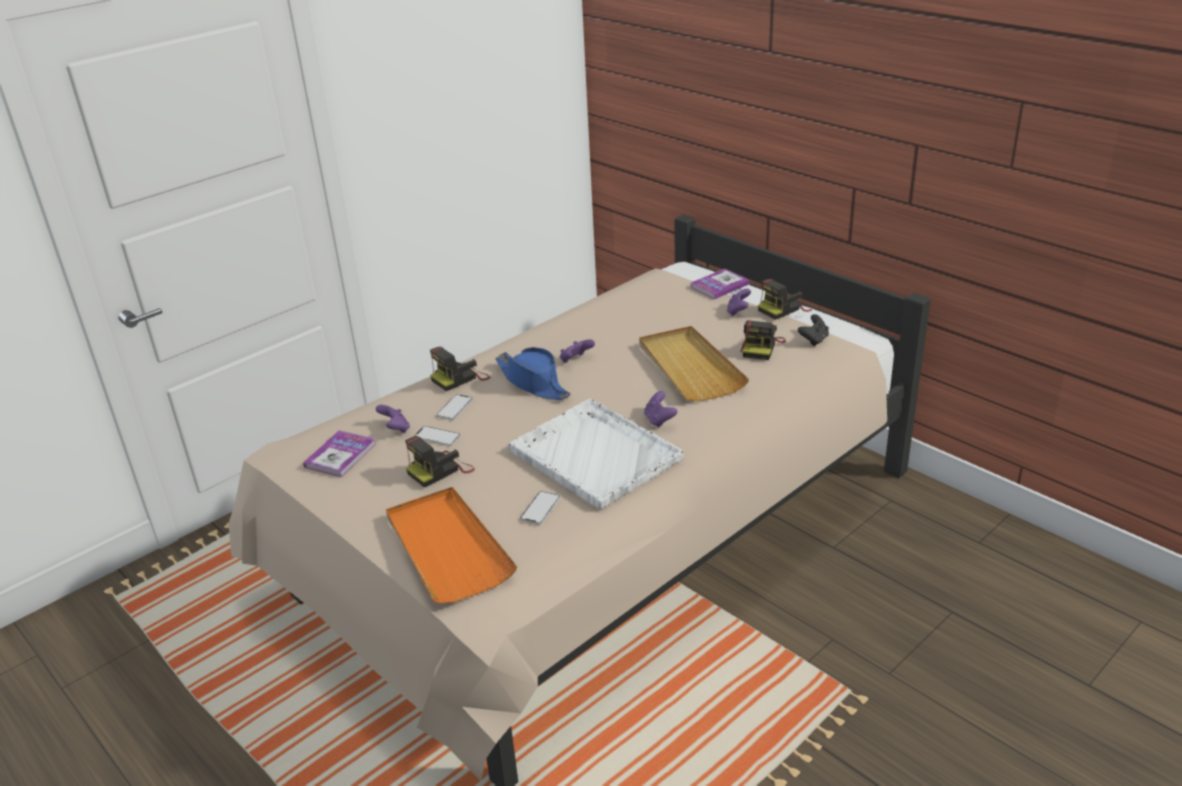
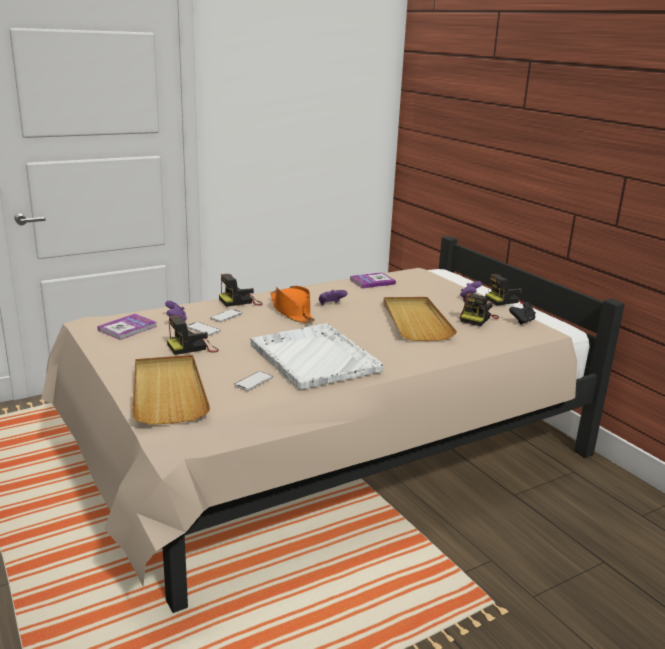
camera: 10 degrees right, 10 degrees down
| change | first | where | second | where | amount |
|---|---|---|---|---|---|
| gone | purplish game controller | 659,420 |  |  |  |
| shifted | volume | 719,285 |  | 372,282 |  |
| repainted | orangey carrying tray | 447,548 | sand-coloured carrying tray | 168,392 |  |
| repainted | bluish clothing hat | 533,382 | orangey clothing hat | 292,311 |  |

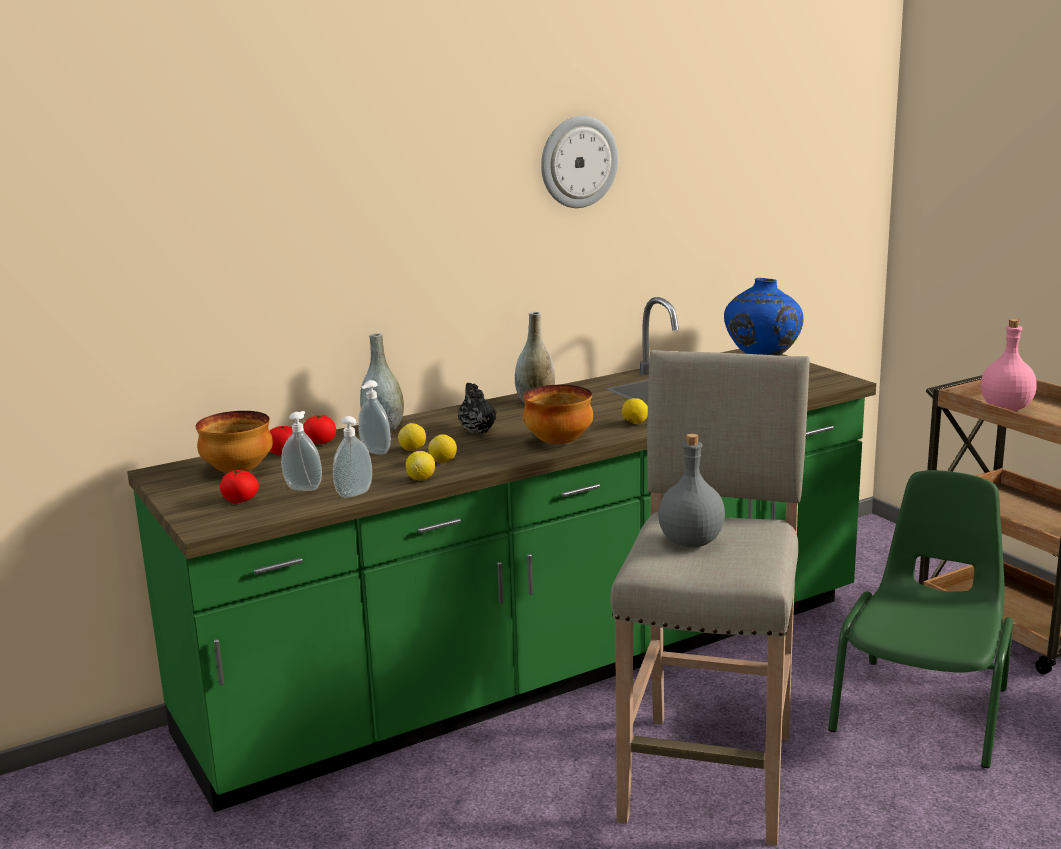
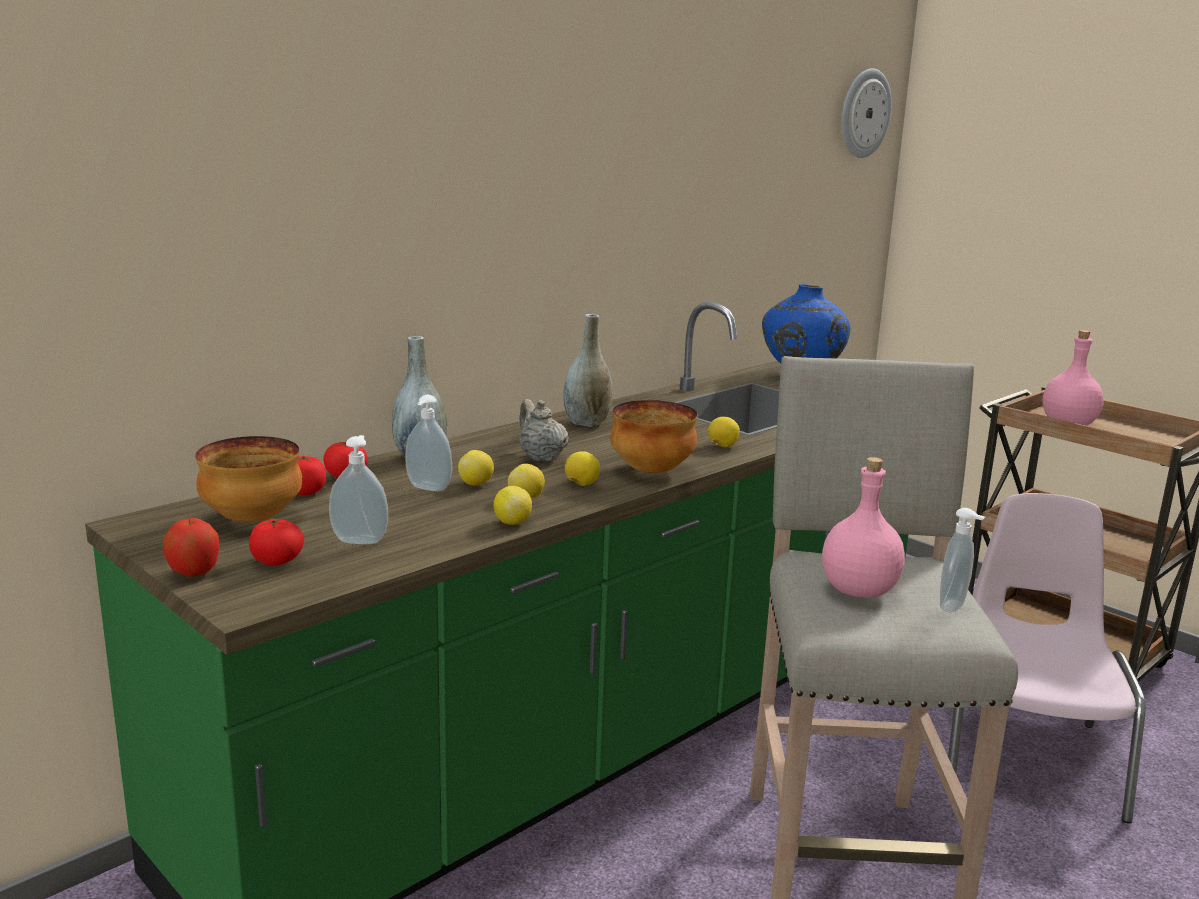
camera: 15 degrees left, 0 degrees up
| change | first | where | second | where | amount |
|---|---|---|---|---|---|
| new |  |  | apple fruit | 194,572 |  |
| new |  |  | whole lemon | 581,484 |  |
| shifted | soap bottle | 355,495 |  | 954,606 |  |
| shifted | wall clock | 578,162 |  | 864,113 |  |
| repainted | black-coloured teapot | 477,430 | sand-coloured teapot | 540,457 |  |
| repainted | grey beverage bottle | 690,542 | pink beverage bottle | 858,591 |  |
| repainted | green-coloured chair | 923,709 | pink chair | 1026,756 |  |

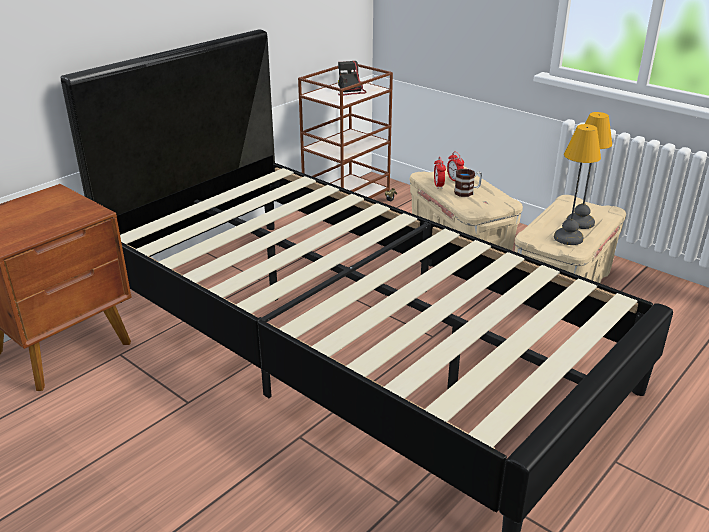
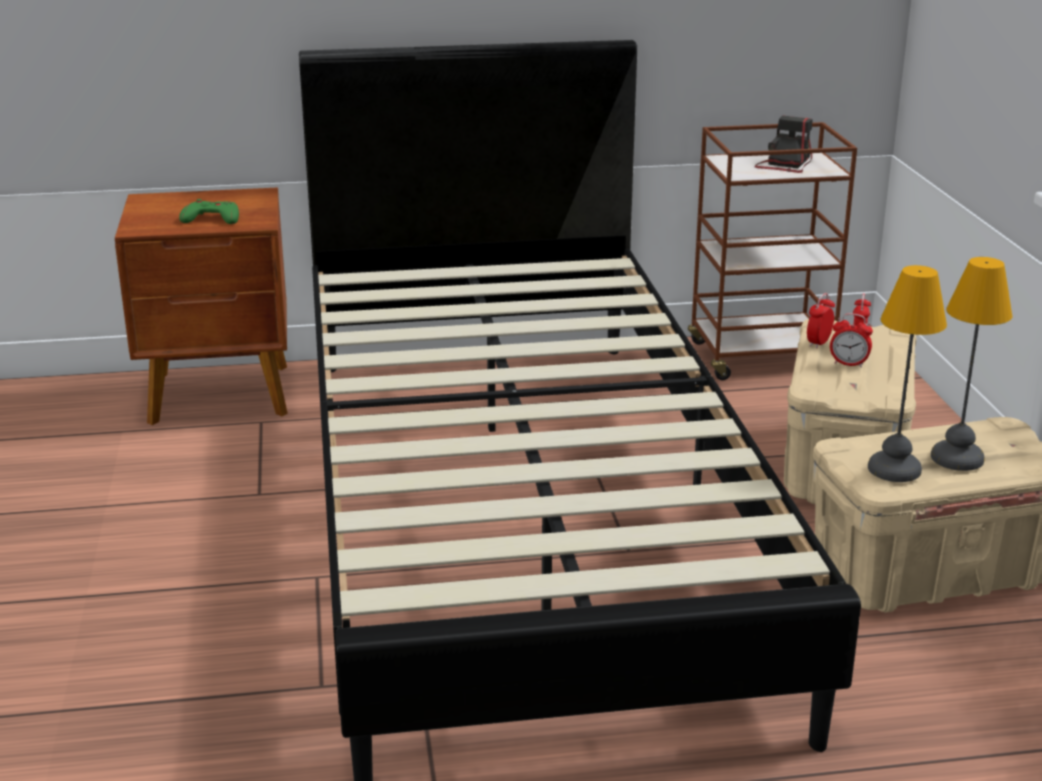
camera: 40 degrees right, 5 degrees down
| change | first | where | second | where | amount |
|---|---|---|---|---|---|
| new |  |  | green-coloured game controller | 211,219 |  |
| swapped | tea mug | 467,192 | bedside clock | 848,364 |  |

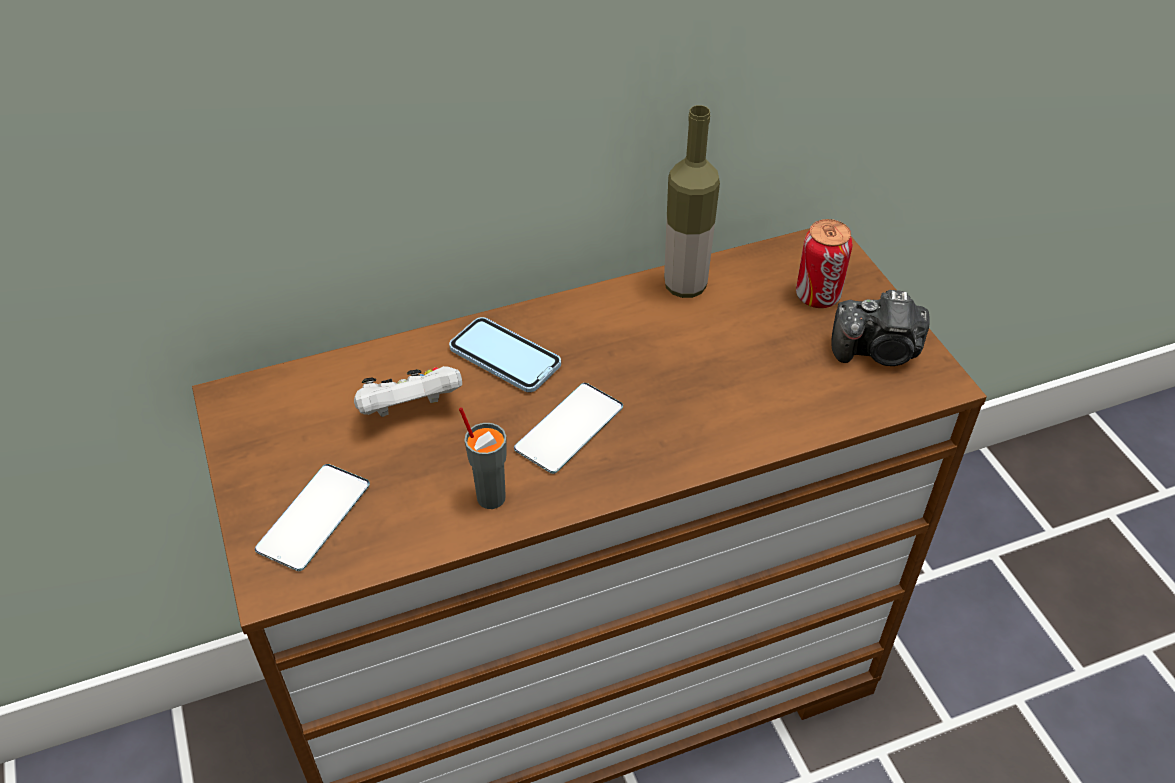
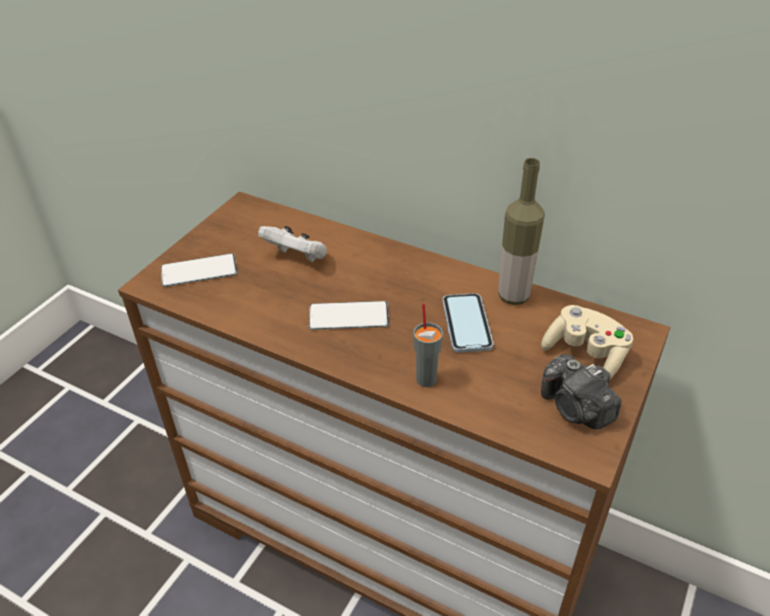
camera: 50 degrees right, 5 degrees down
| change | first | where | second | where | amount |
|---|---|---|---|---|---|
| shifted | telephone | 505,357 |  | 466,324 |  |
| shifted | grey small cup | 490,497 |  | 426,379 |  |
| swapped | metal can | 817,296 | sand-coloured game controller | 585,354 |  |

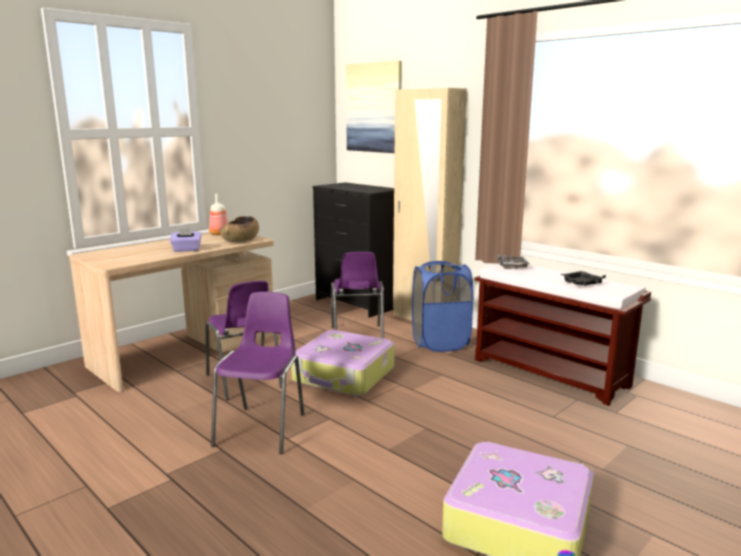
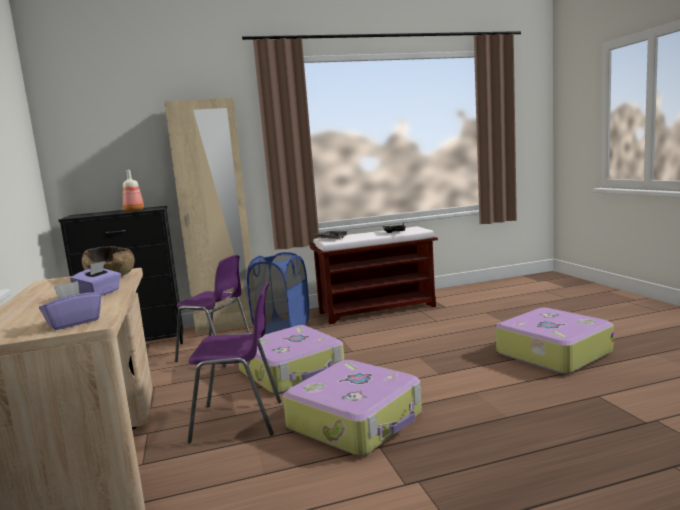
camera: 60 degrees left, 5 degrees down
| change | first | where | second | where | amount |
|---|---|---|---|---|---|
| gone | wall picture | 374,108 |  |  |  |
| new |  |  | purplish tissue box | 74,323 |  |
| shifted | beverage bottle | 218,234 |  | 133,211 |  |
| swapped | purplish chair | 262,428 | piece of luggage | 356,421 |  |

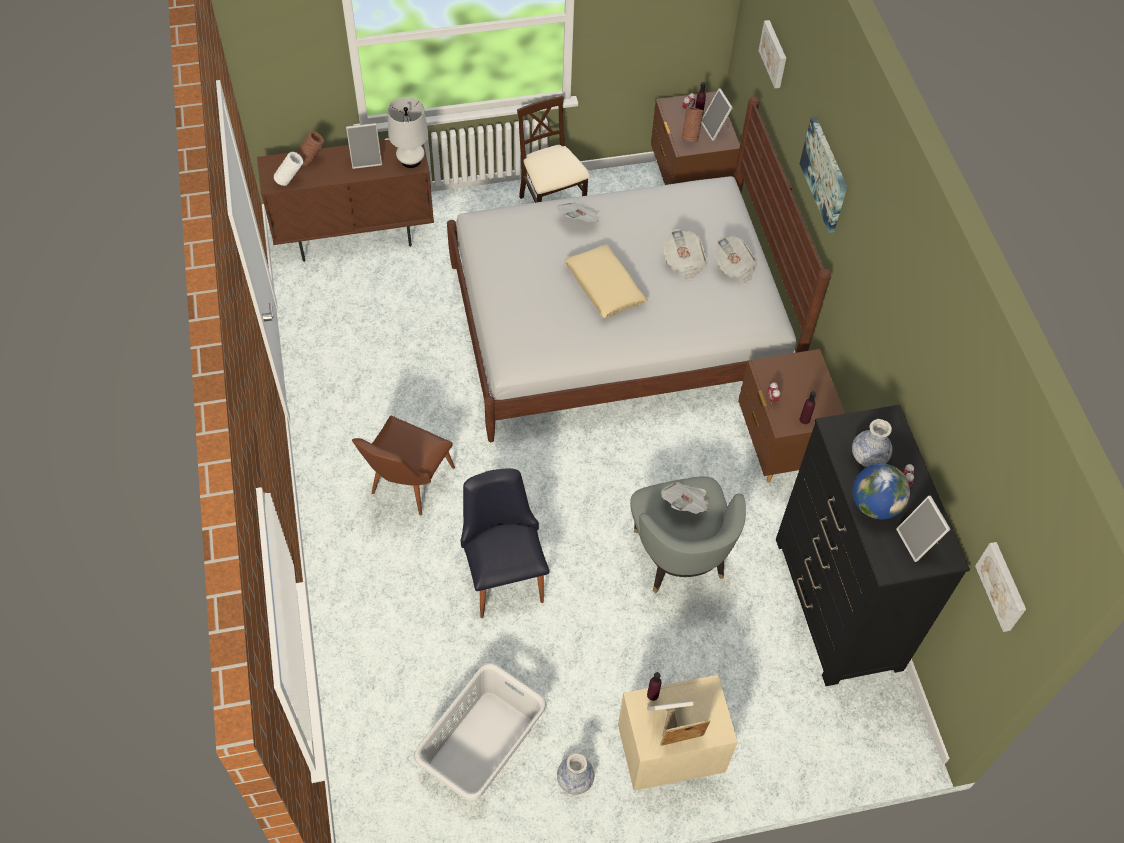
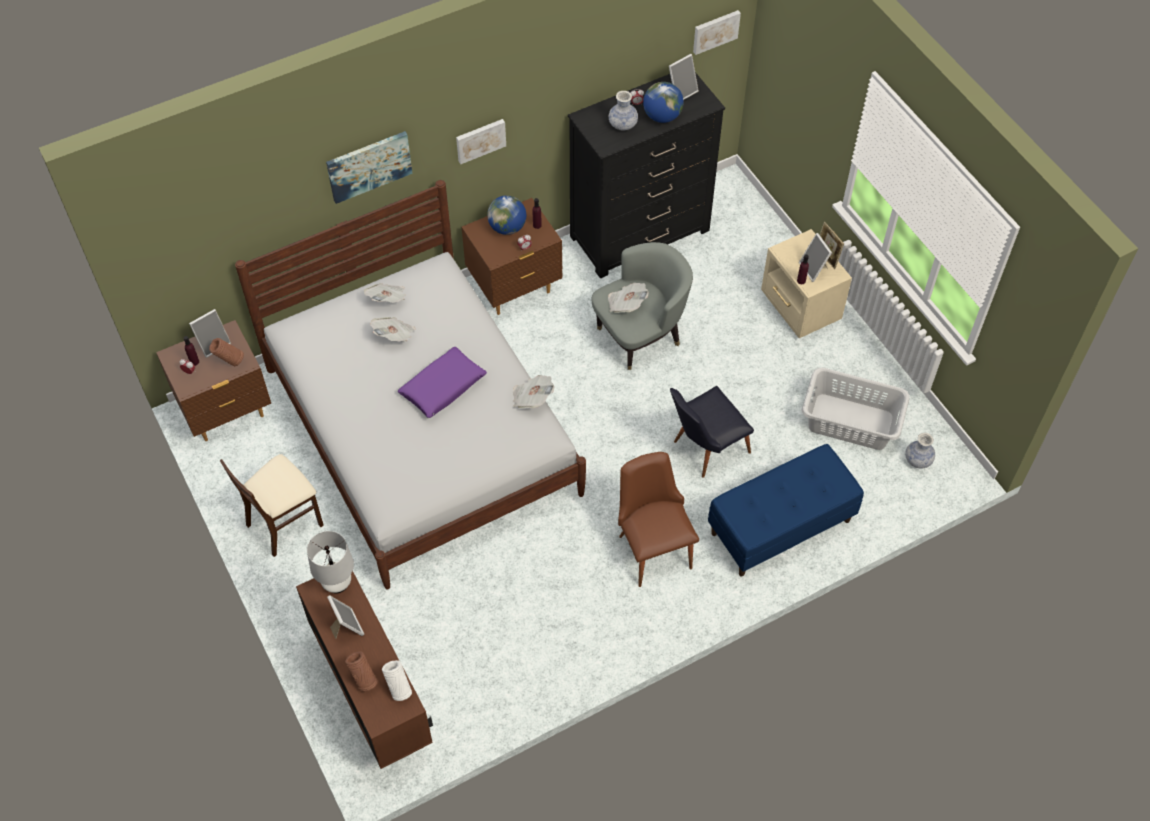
camera: 105 degrees left, 0 degrees up
| change | first | where | second | where | amount |
|---|---|---|---|---|---|
| new |  |  | globe | 507,227 |  |
| new |  |  | bluish bench | 780,527 |  |
| shifted | daily paper | 580,220 |  | 532,398 |  |
| shifted | vase | 575,779 |  | 918,460 |  |
| shifted | wall picture | 774,53 |  | 480,140 |  |
| repainted | sand-coloured pillow | 604,287 | purplish pillow | 443,387 |  |
| rotated | brown-coloured chair | 406,485 |  | 652,545 | 120 degrees counterclockwise |

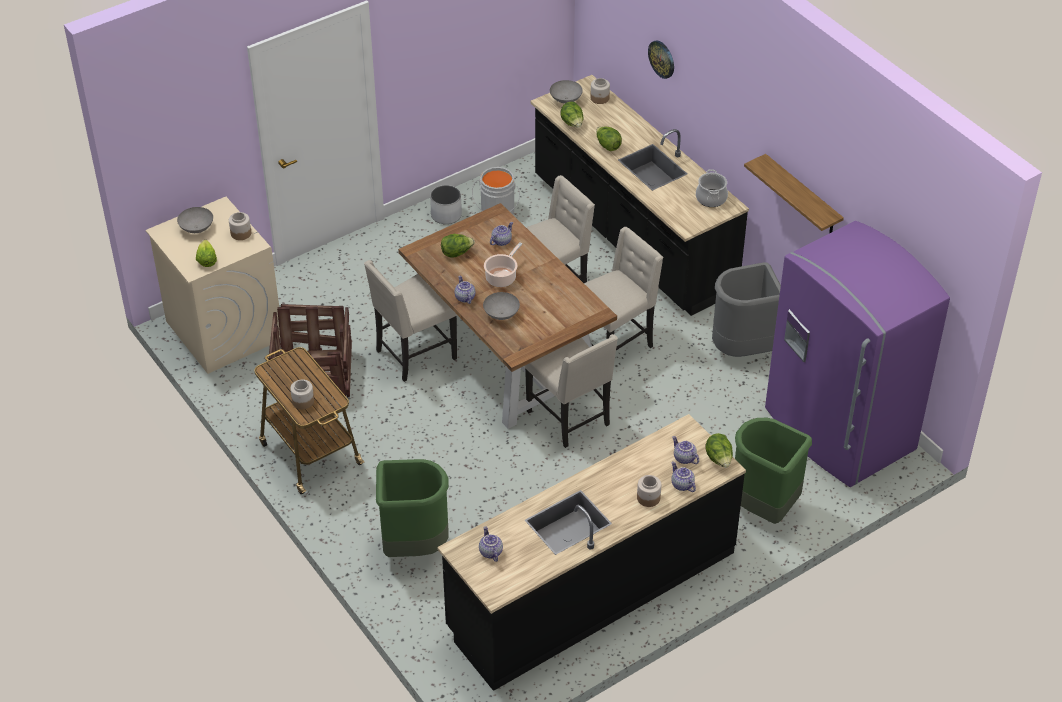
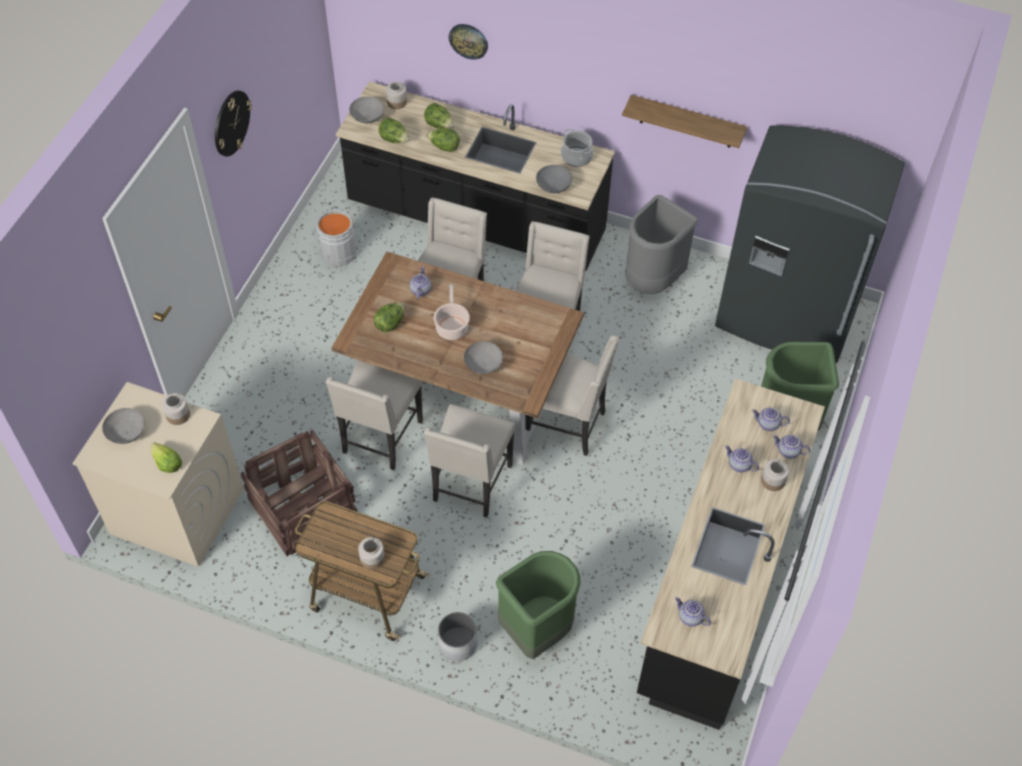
camera: 35 degrees left, 10 degrees up
| change | first | where | second | where | amount |
|---|---|---|---|---|---|
| new |  |  | wall clock | 231,123 |  |
| new |  |  | sand-coloured chair | 470,484 |  |
| new |  |  | grey serving bowl | 553,187 |  |
| shifted | white-coloured plant pot | 446,215 |  | 458,643 |  |
| shifted | teapot | 464,297 |  | 739,465 |  |
| shifted | head of lettuce | 719,459 |  | 439,125 |  |
| repainted | purplish refrigerator | 837,431 | grey refrigerator | 785,317 |  |

